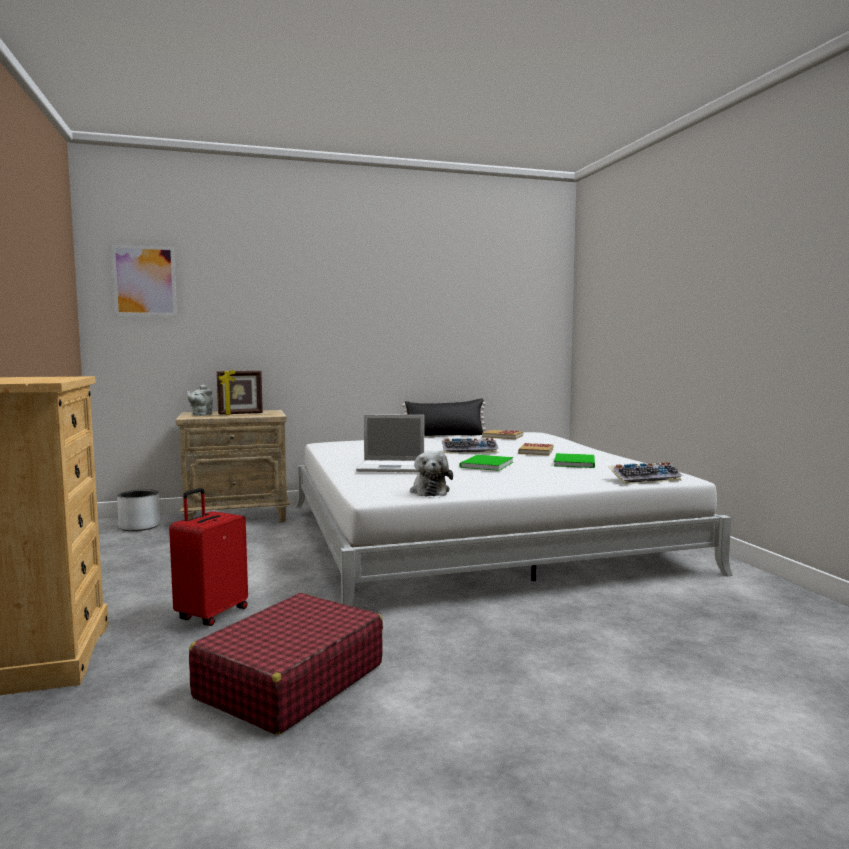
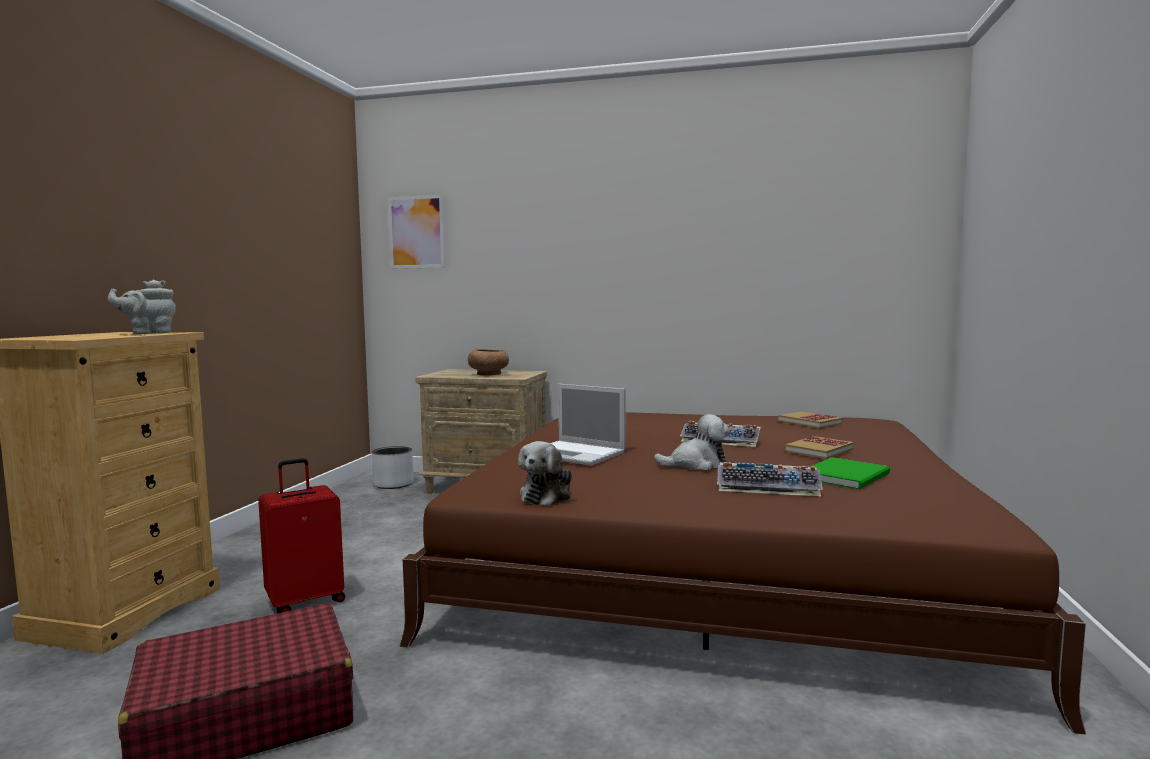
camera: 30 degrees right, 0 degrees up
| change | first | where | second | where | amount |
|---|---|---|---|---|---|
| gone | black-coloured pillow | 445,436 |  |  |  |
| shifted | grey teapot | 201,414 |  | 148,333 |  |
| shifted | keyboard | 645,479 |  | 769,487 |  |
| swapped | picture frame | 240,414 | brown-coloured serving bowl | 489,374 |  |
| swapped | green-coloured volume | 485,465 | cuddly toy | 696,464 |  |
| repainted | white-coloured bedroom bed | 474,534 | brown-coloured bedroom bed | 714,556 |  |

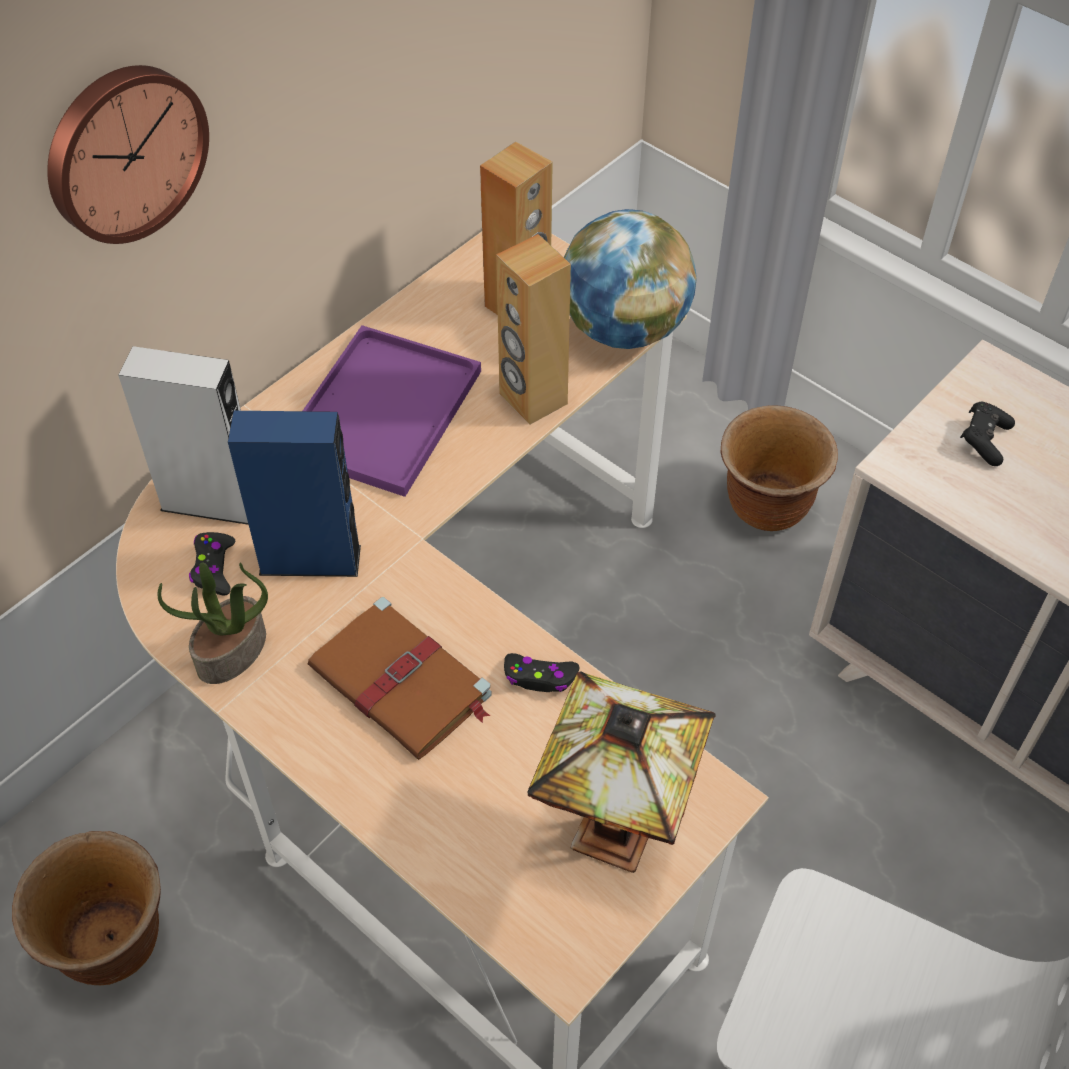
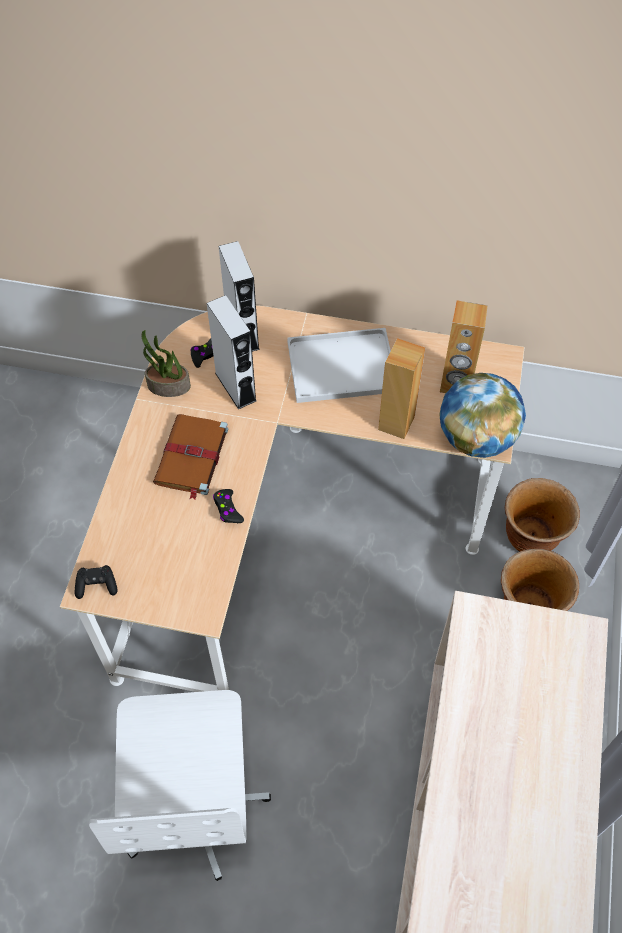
camera: 60 degrees right, 5 degrees up
| change | first | where | second | where | amount |
|---|---|---|---|---|---|
| gone | wall clock | 123,151 |  |  |  |
| gone | lamp for a table | 612,825 |  |  |  |
| shifted | brown-coloured plant pot | 112,942 |  | 530,537 |  |
| shifted | black-coloured game controller | 983,440 |  | 97,585 |  |
| repainted | bluish loudspeaker | 310,560 | grey loudspeaker | 235,387 |  |
| repainted | purplish carrying tray | 382,408 | white-coloured carrying tray | 343,365 |  |

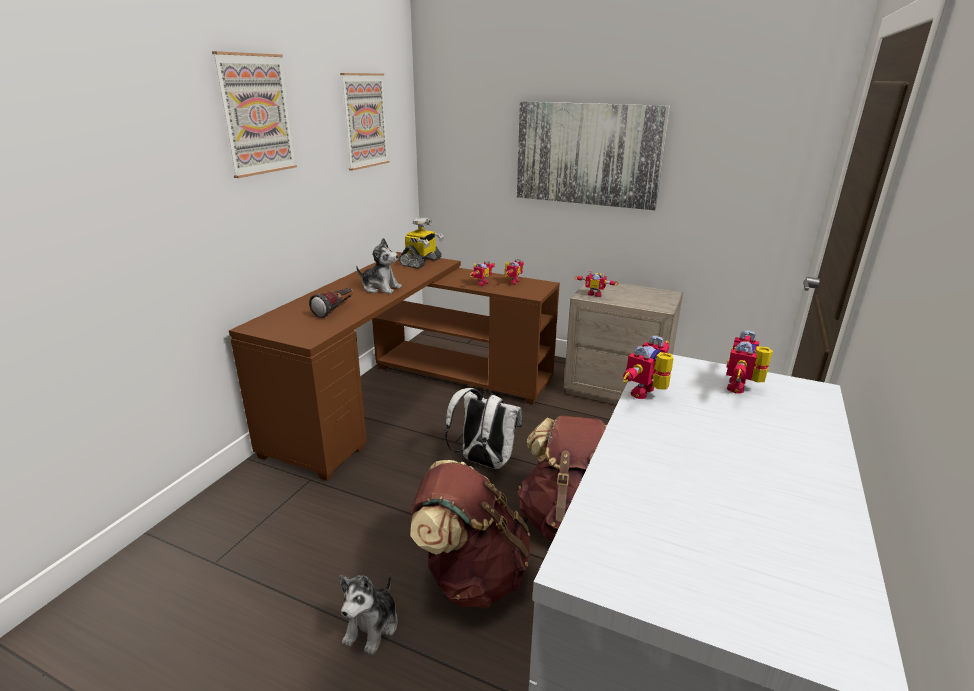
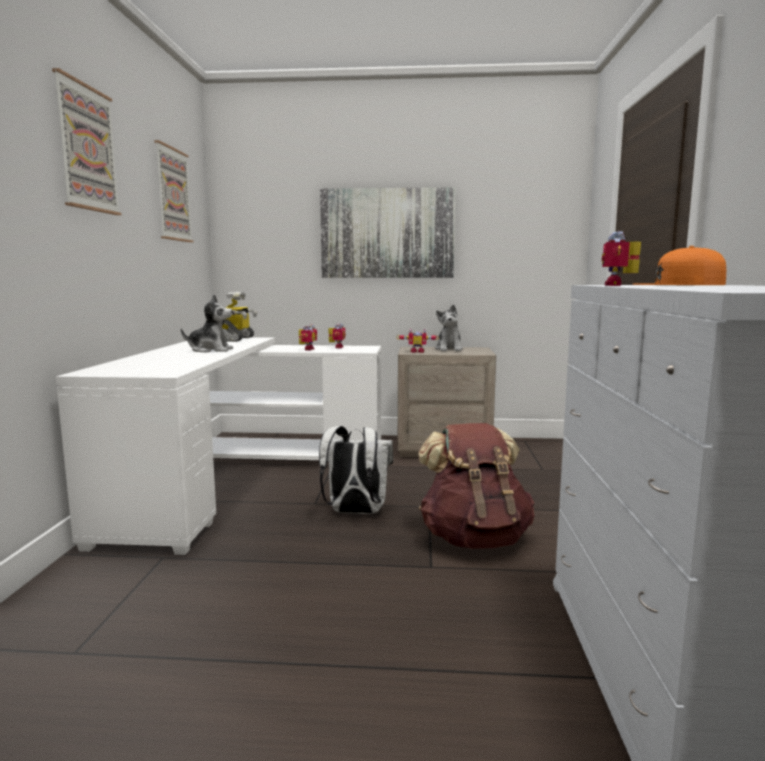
camera: 20 degrees left, 15 degrees down
| change | first | where | second | where | amount |
|---|---|---|---|---|---|
| gone | torch | 336,310 |  |  |  |
| gone | brown-coloured rucksack | 471,575 |  |  |  |
| shifted | cuddly toy | 372,626 |  | 449,349 |  |
| swapped | toy robot | 742,387 | orangey peaked cap | 678,284 |  |
| repainted | brown-coloured desk | 407,396 | white-coloured desk | 237,479 |  |

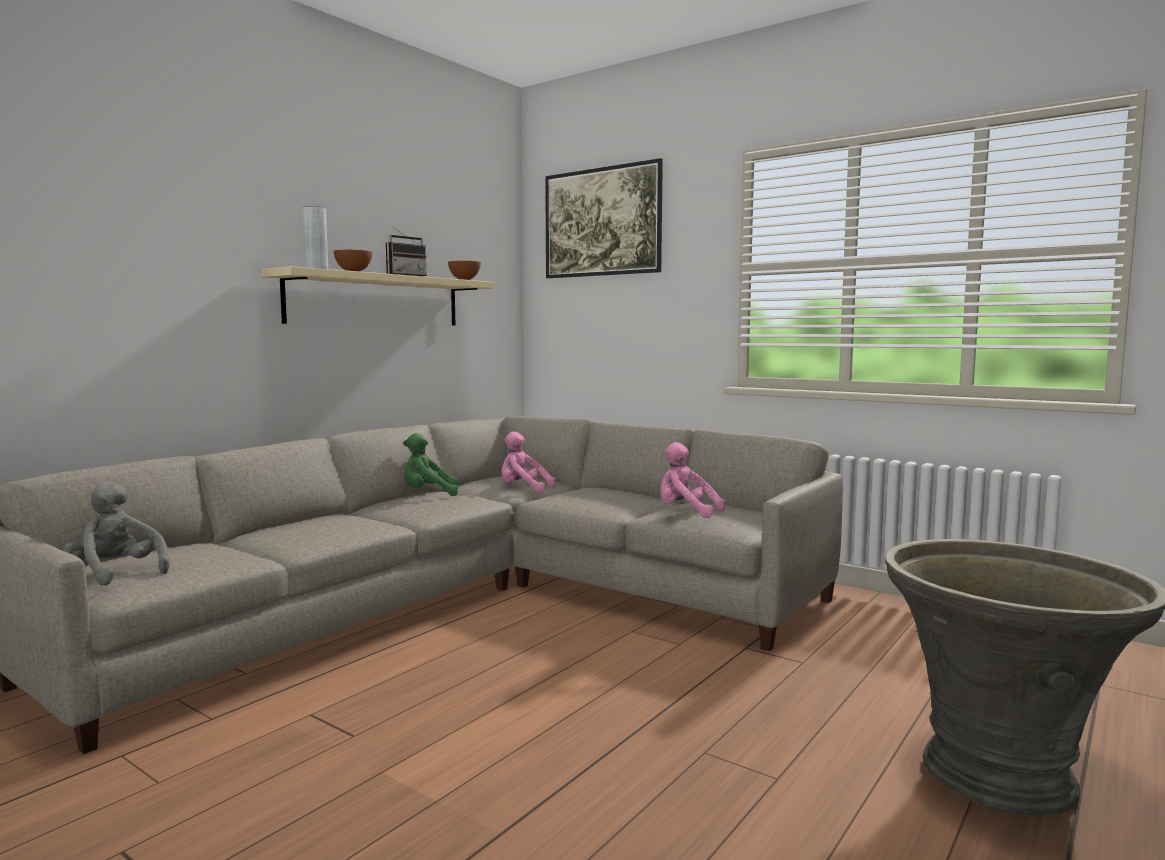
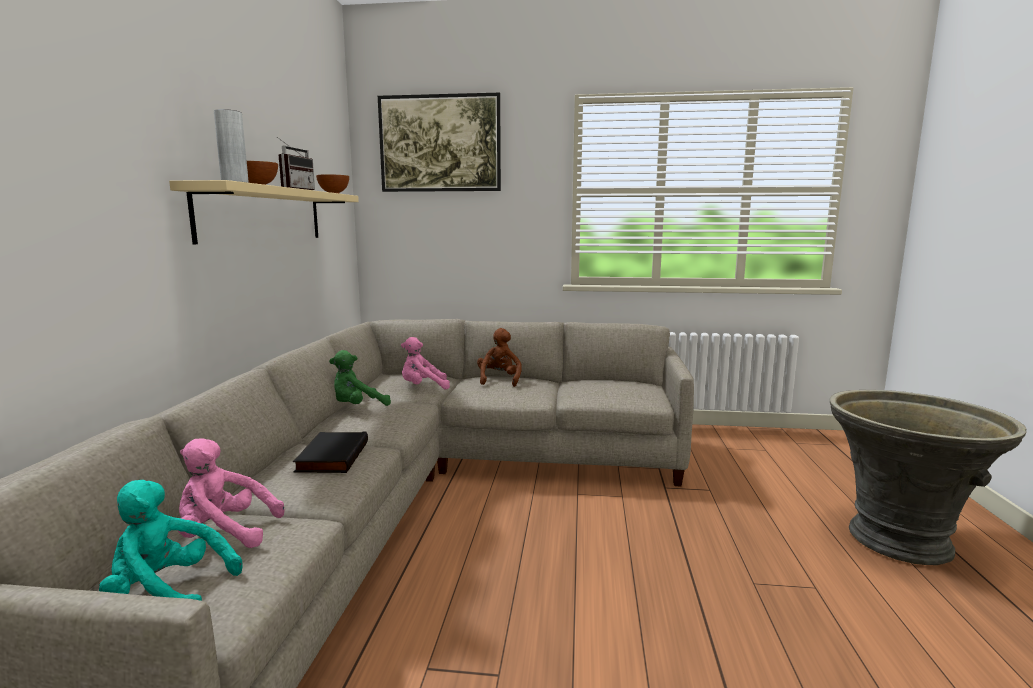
camera: 30 degrees left, 5 degrees up
| change | first | where | second | where | amount |
|---|---|---|---|---|---|
| new |  |  | black-coloured volume | 331,456 |  |
| new |  |  | brown-coloured cuddly toy | 499,380 |  |
| shifted | pink cuddly toy | 685,512 |  | 225,534 |  |
| repainted | grey cuddly toy | 116,573 | blue-green cuddly toy | 168,593 |  |

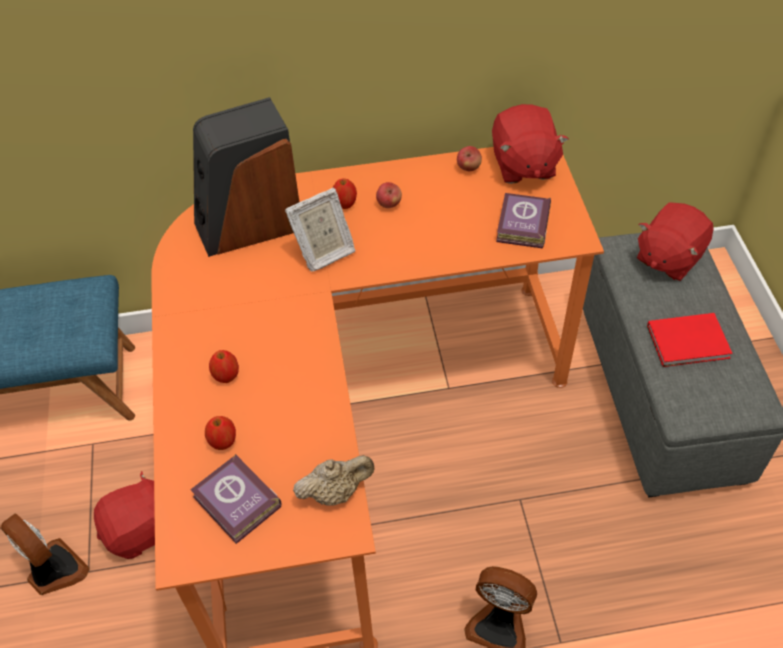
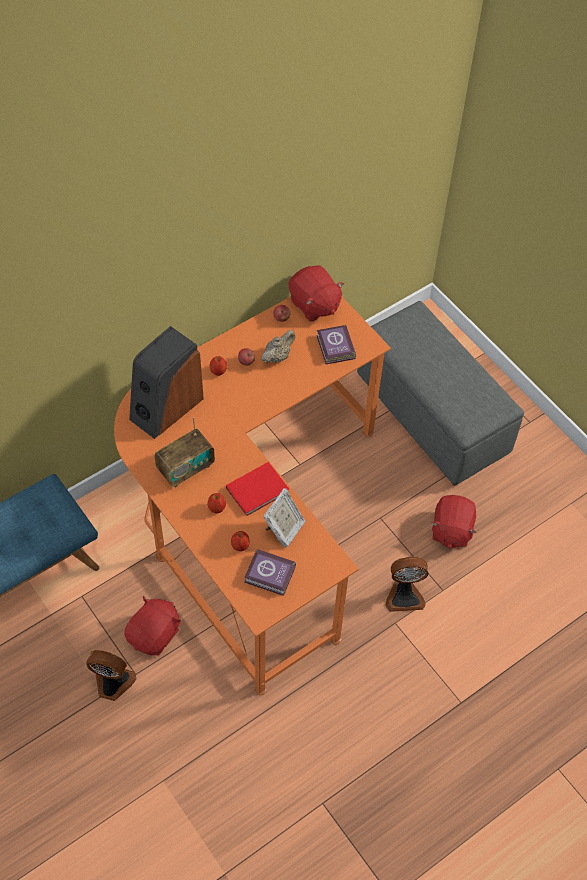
camera: 30 degrees left, 5 degrees up
| change | first | where | second | where | amount |
|---|---|---|---|---|---|
| new |  |  | radio receiver | 185,468 |  |
| shifted | picture frame | 324,253 |  | 284,530 |  |
| shifted | sand-coloured teapot | 335,491 |  | 278,356 |  |
| shifted | red-coloured cuddly toy | 668,257 |  | 451,530 |  |
| shifted | red-coloured volume | 690,342 |  | 259,490 |  |

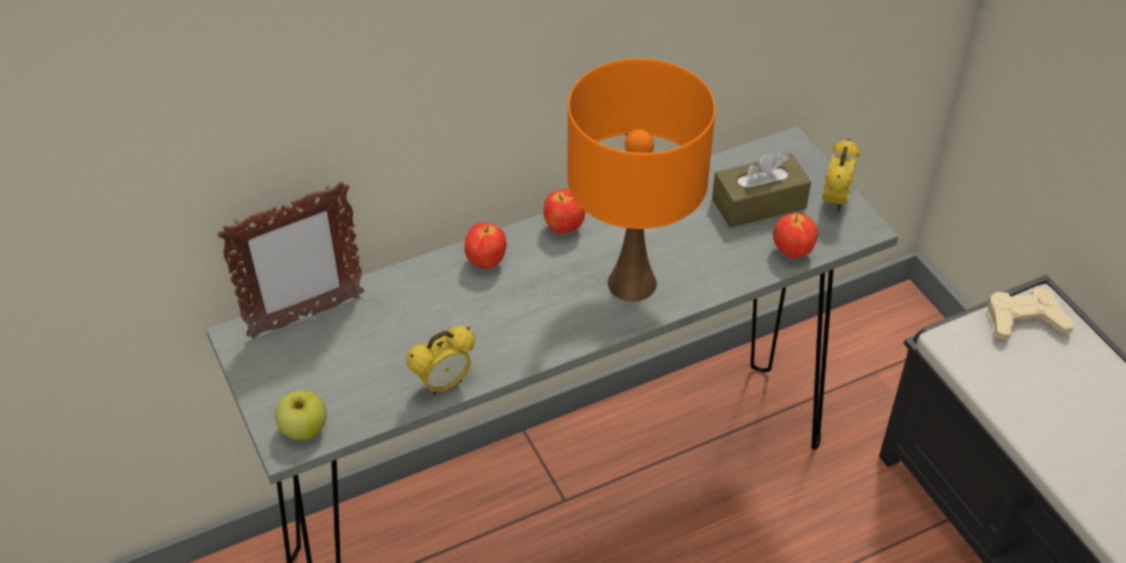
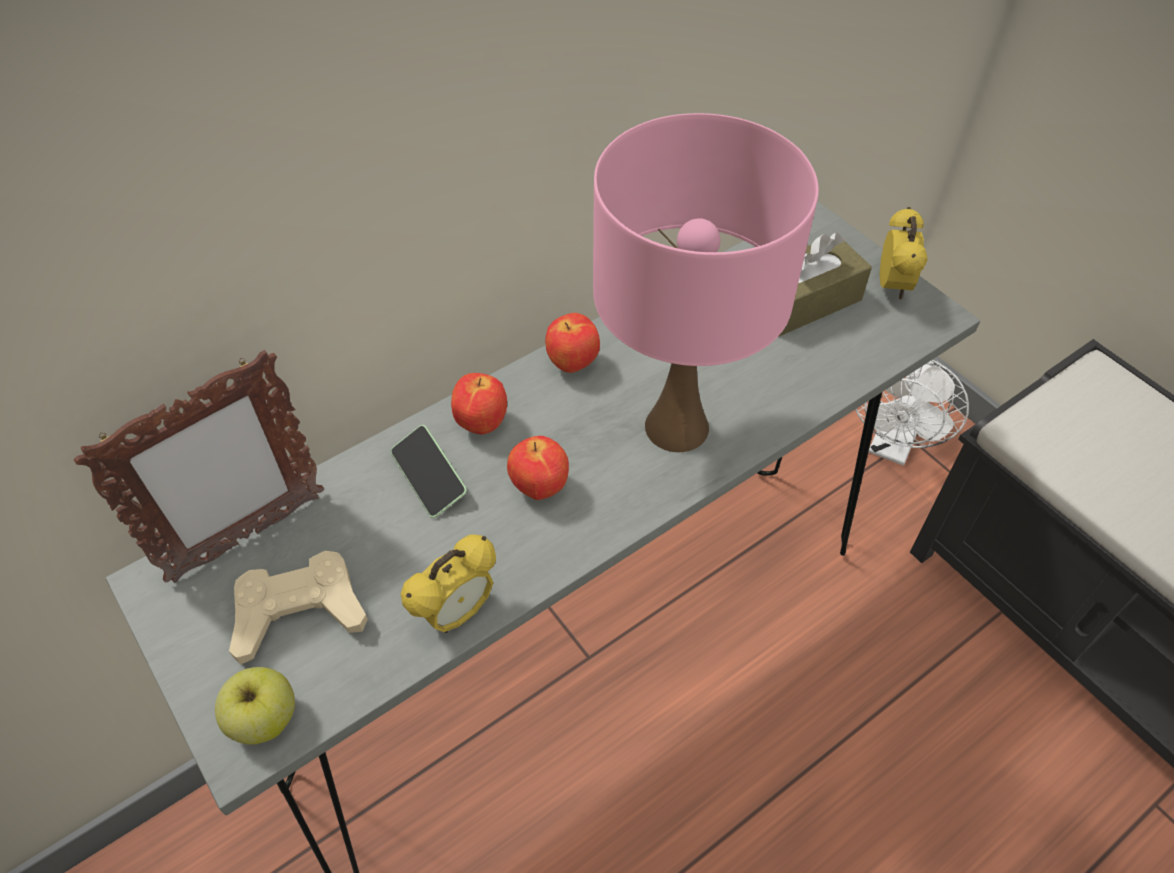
camera: 10 degrees left, 5 degrees up
| change | first | where | second | where | amount |
|---|---|---|---|---|---|
| new |  |  | telephone | 429,478 |  |
| new |  |  | white-coloured fan | 892,446 |  |
| shifted | apple fruit | 791,252 |  | 538,488 |  |
| shifted | sand-coloured game controller | 1024,320 |  | 298,611 |  |
| repainted | orangey lamp for a table | 633,283 | pink lamp for a table | 678,427 |  |

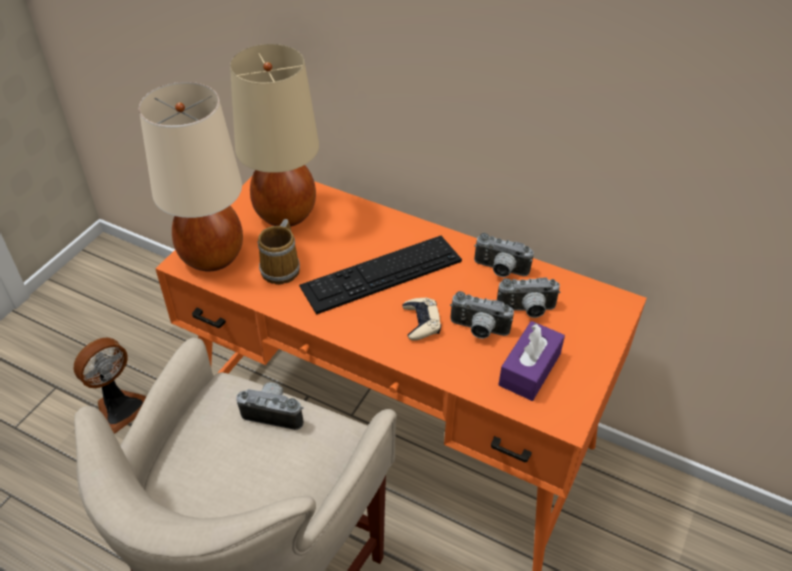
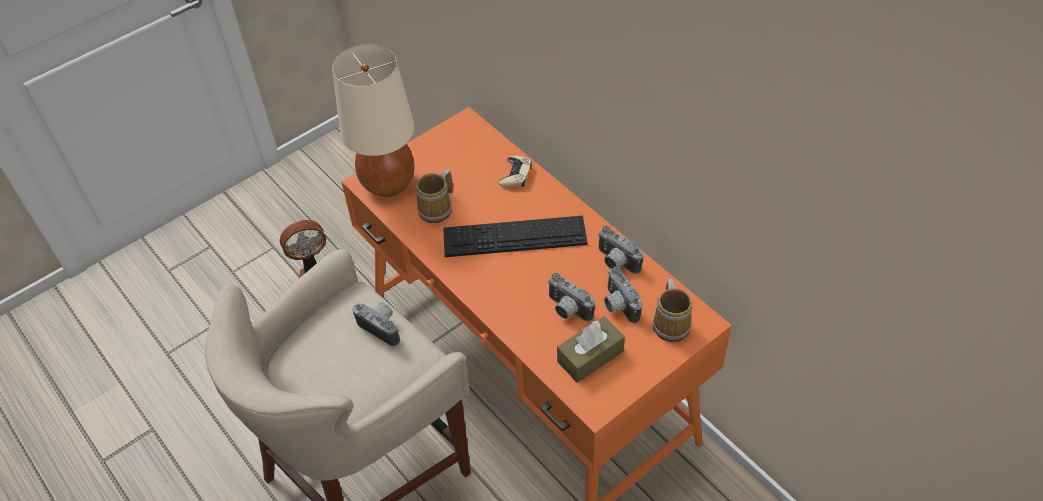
camera: 25 degrees right, 5 degrees up
| change | first | where | second | where | amount |
|---|---|---|---|---|---|
| gone | sand-coloured lamp for a table | 285,213 |  |  |  |
| new |  |  | tea mug | 672,324 |  |
| shifted | sand-coloured game controller | 421,322 |  | 515,175 |  |
| repainted | purplish tissue box | 529,369 | brown-coloured tissue box | 590,356 |  |
| rotated | still camera | 527,311 |  | 617,305 | 45 degrees clockwise |

